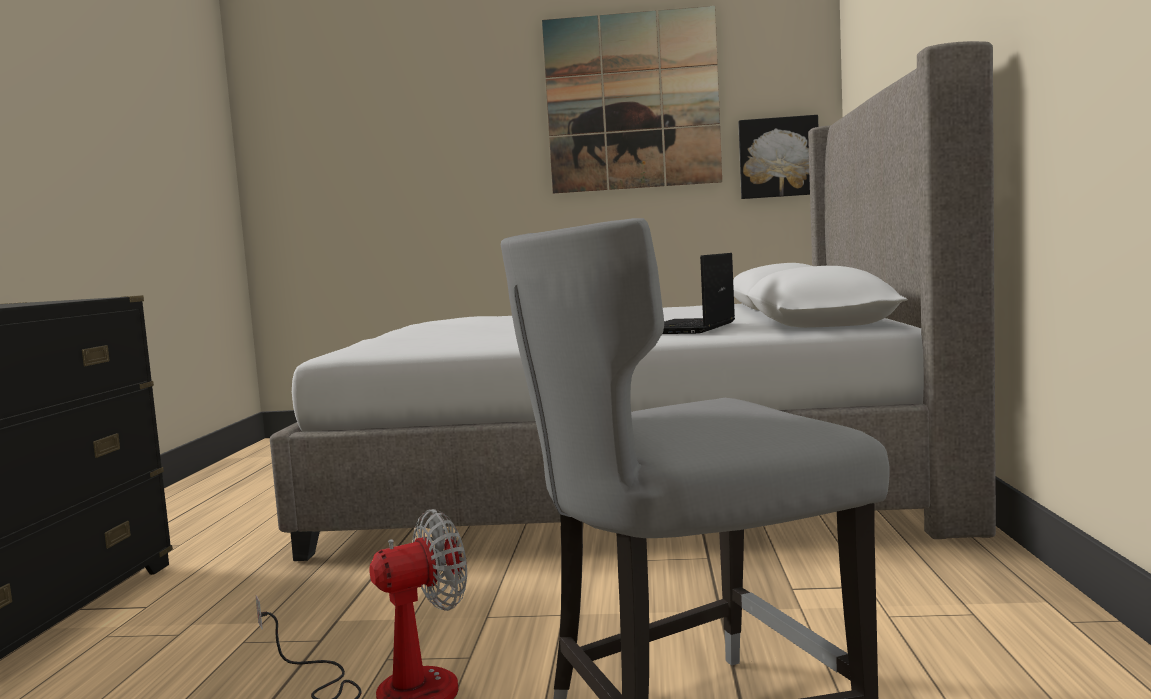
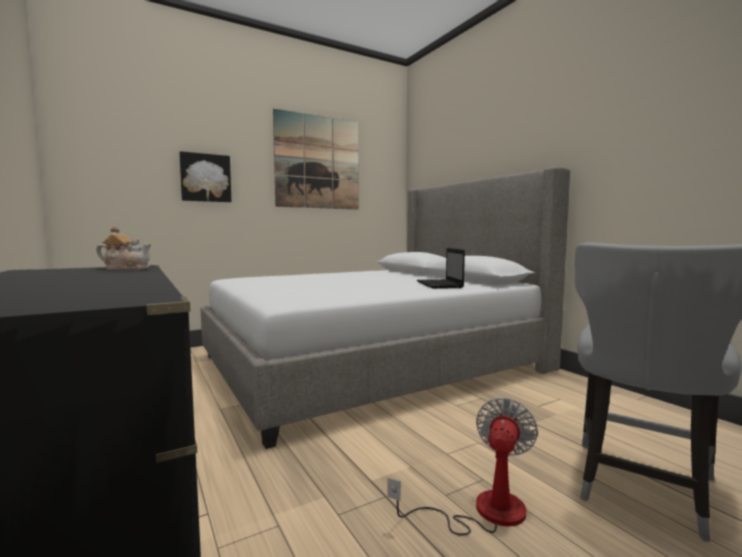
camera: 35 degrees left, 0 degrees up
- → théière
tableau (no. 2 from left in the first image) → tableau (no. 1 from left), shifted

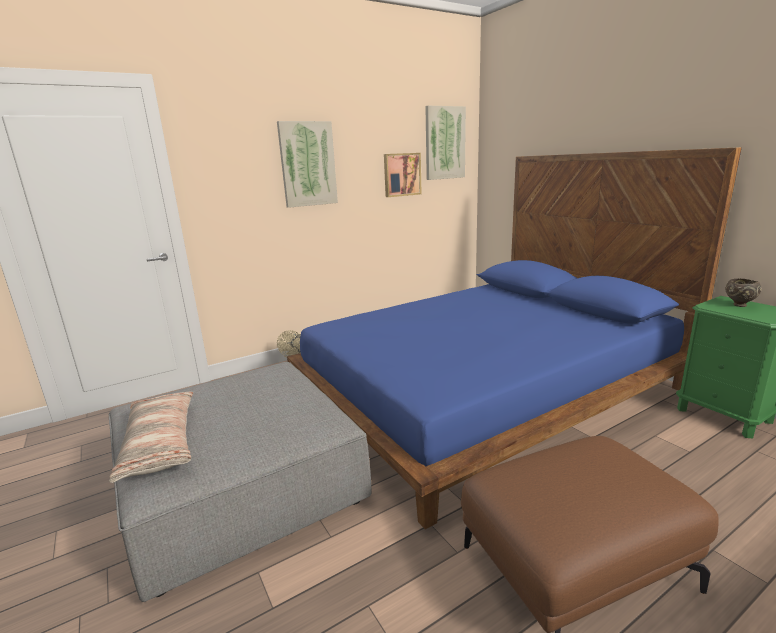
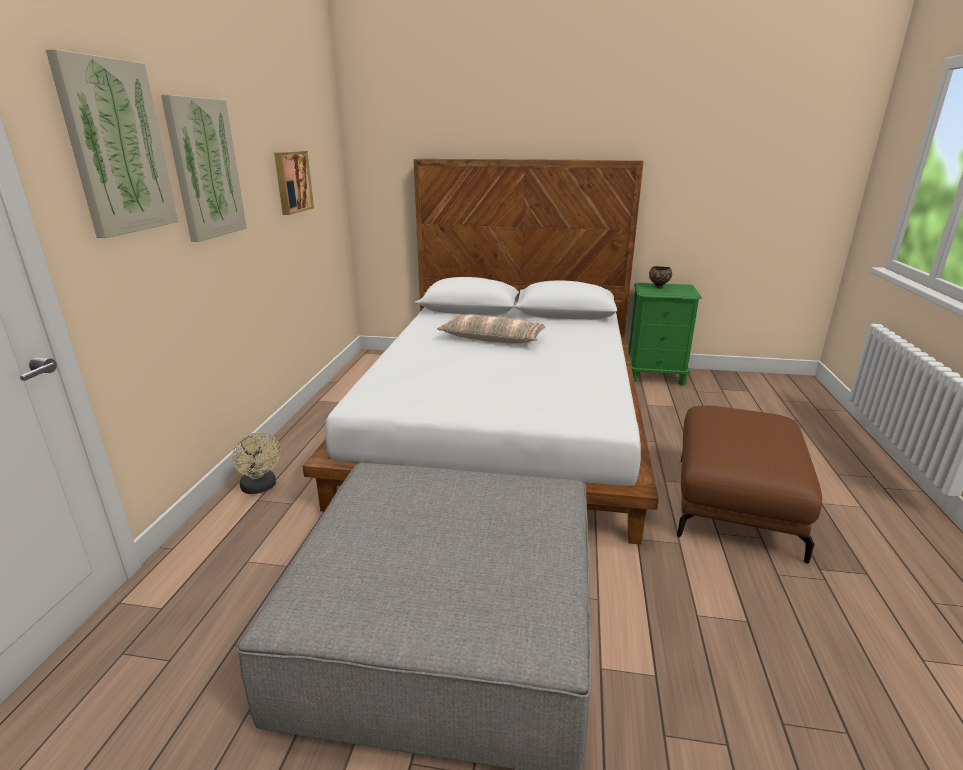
camera: 50 degrees left, 5 degrees up
coussin, shifted
tableau (no. 3 from left in the first image) → tableau (no. 1 from left), shifted
lit [bleu] → lit [blanc]

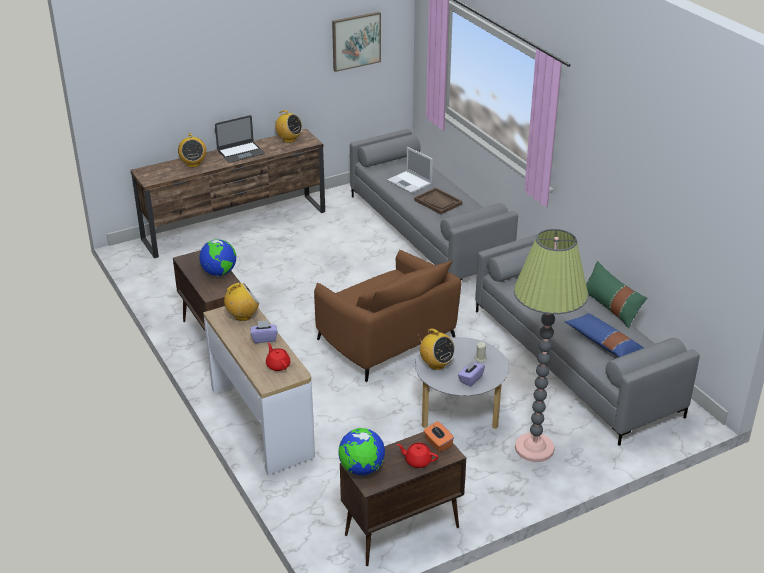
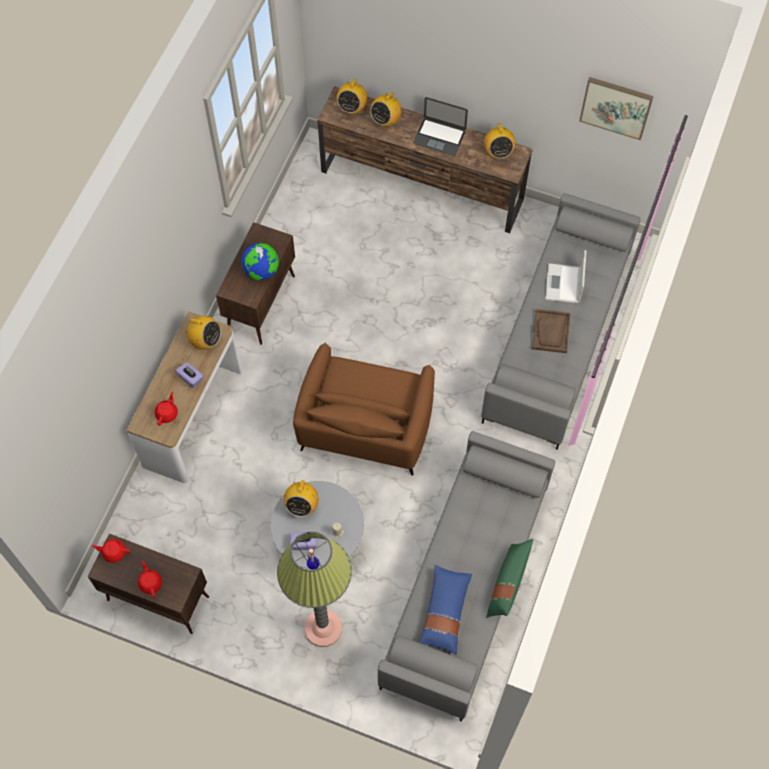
camera: 50 degrees right, 30 degrees up
boîte à mouchoirs [orange] → -
- → radio (no. 3 from left)
globe (no. 2 from left) → théière [rouge] (no. 1 from left)

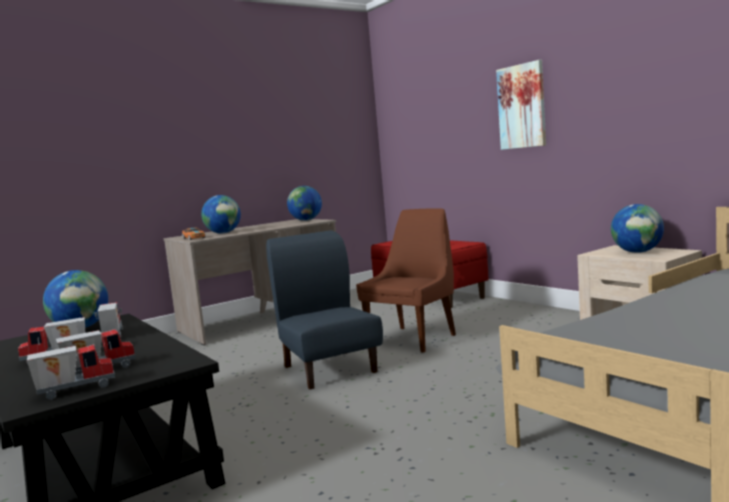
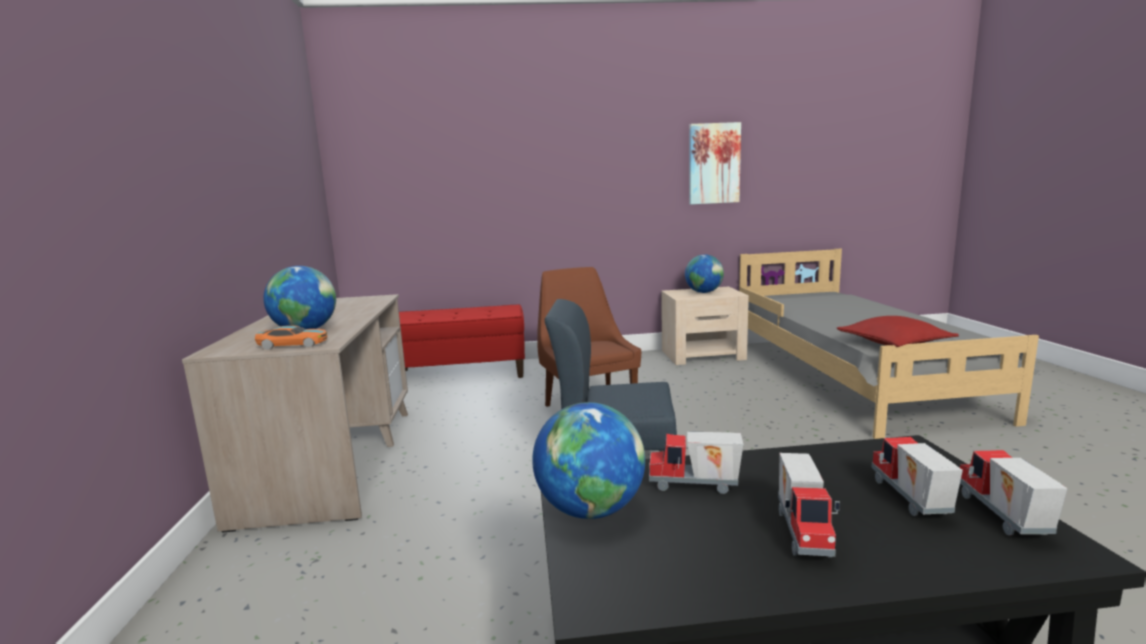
camera: 60 degrees left, 5 degrees up
globe (no. 3 from left) → -
- → coussin [rouge]
tableau, shifted

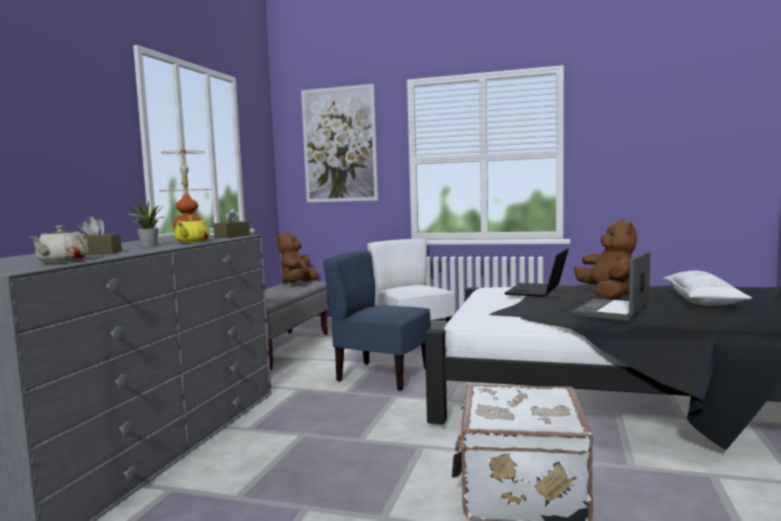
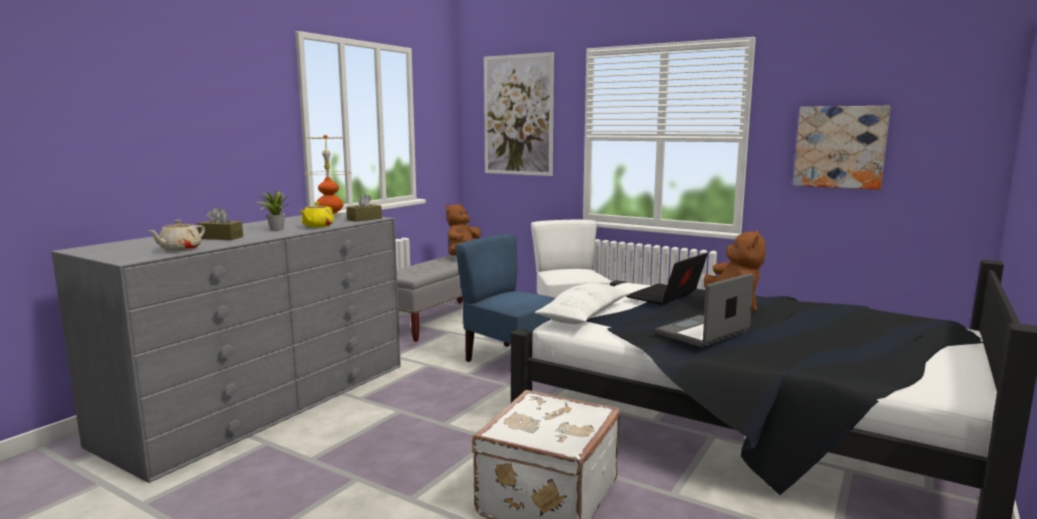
camera: 15 degrees right, 5 degrees up
- → tableau (no. 2 from left)
coussin [blanc], shifted

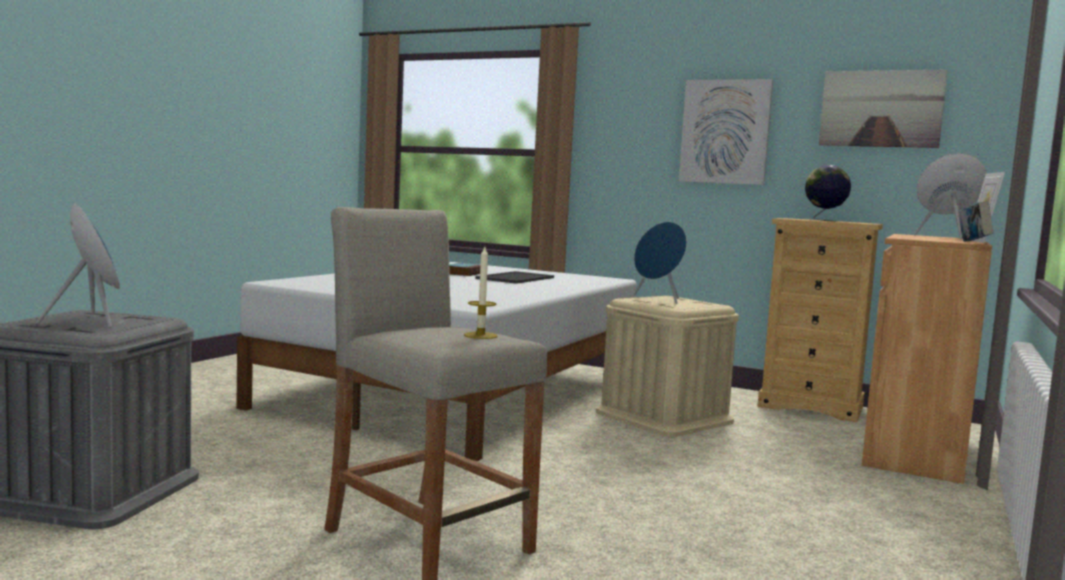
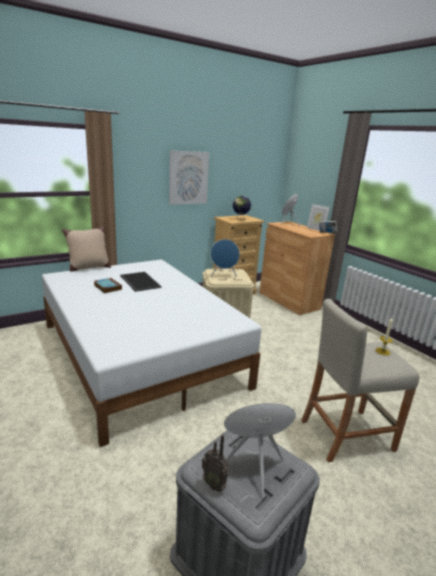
camera: 60 degrees left, 15 degrees up
tableau (no. 2 from left) → -
- → coussin [beige]
- → radio

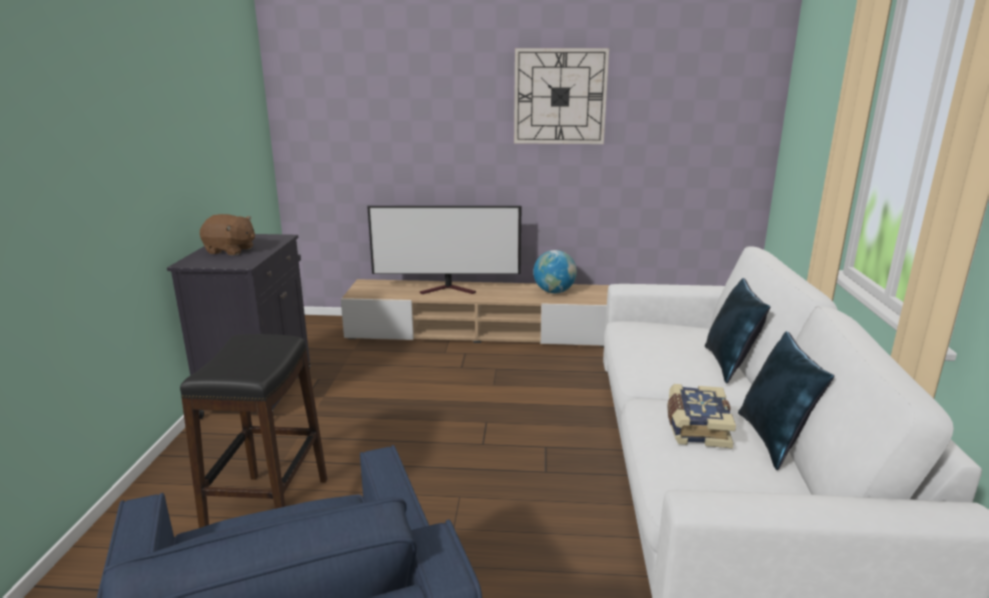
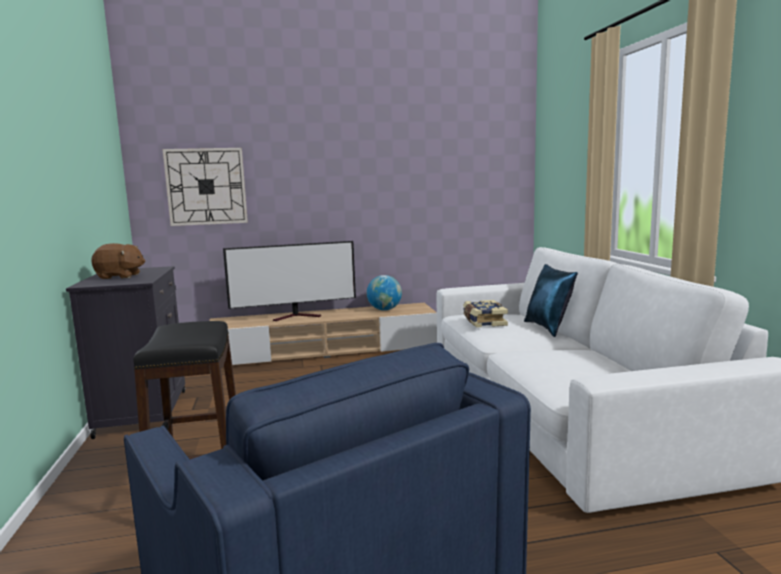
camera: 15 degrees left, 10 degrees down
coussin [bleu] (no. 2 from left) → -
horloge murale, shifted
livre, shifted

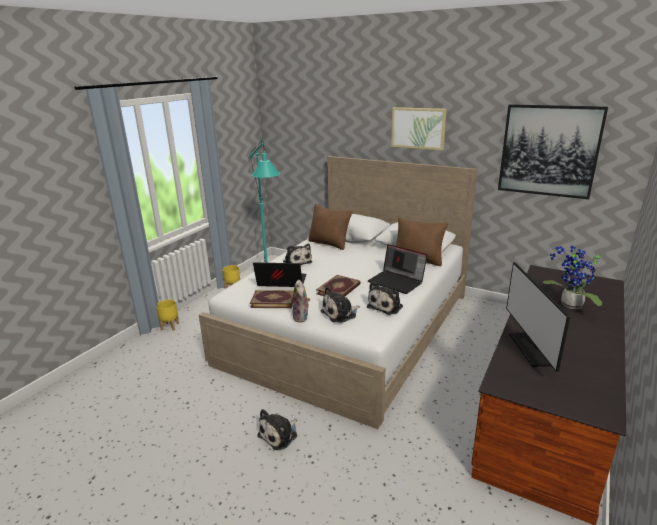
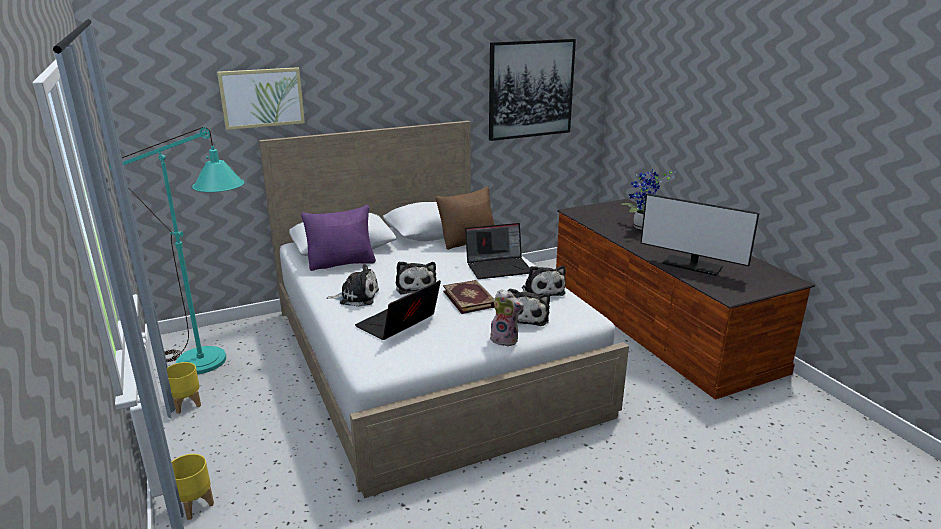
camera: 55 degrees left, 0 degrees up
livre (no. 1 from left) → -
peluche (no. 1 from left in the first image) → peluche (no. 2 from left), shifted
tableau (no. 1 from left), shifted
coussin [marron] (no. 1 from left) → coussin [violet]

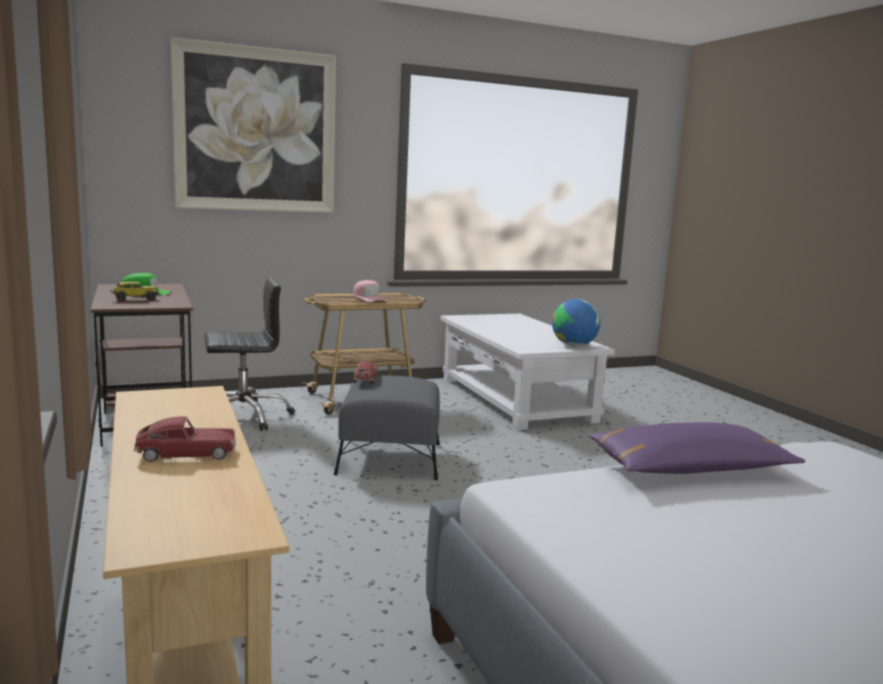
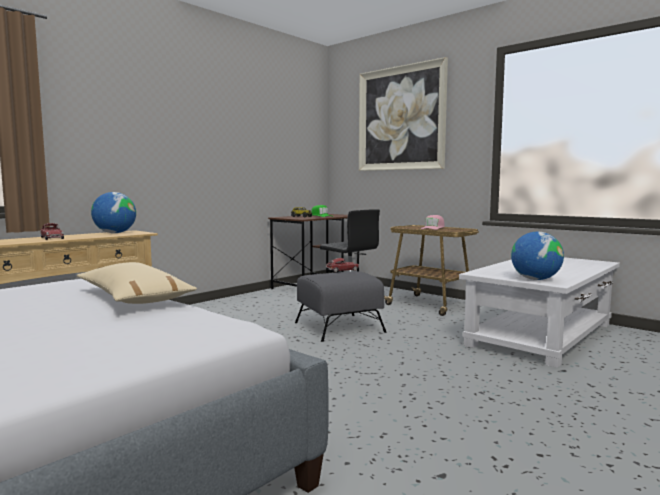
camera: 65 degrees right, 5 degrees down
- → globe (no. 1 from left)
coussin [violet] → coussin [beige]

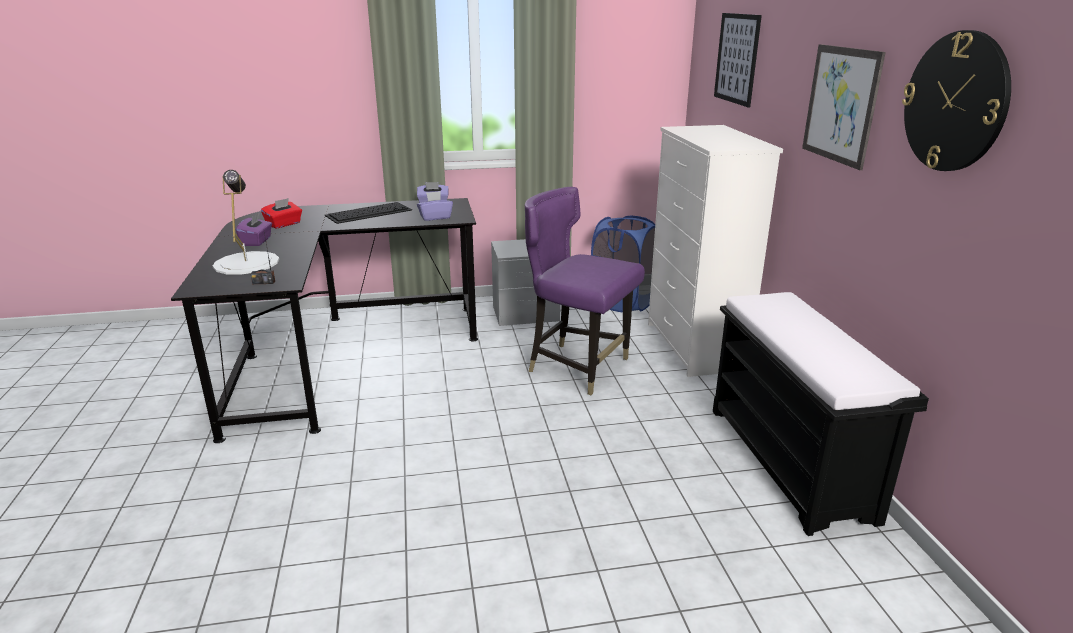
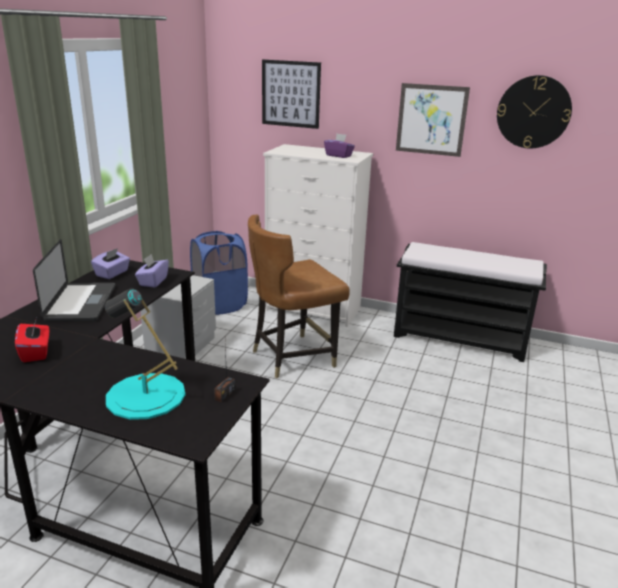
camera: 60 degrees left, 0 degrees up
boîte à mouchoirs [violet] (no. 1 from left in the first image) → boîte à mouchoirs [violet] (no. 3 from left), shifted
clavier → ordinateur portable
lampe de table [blanc] → lampe de table [turquoise]
chaise [violet] → chaise [marron]

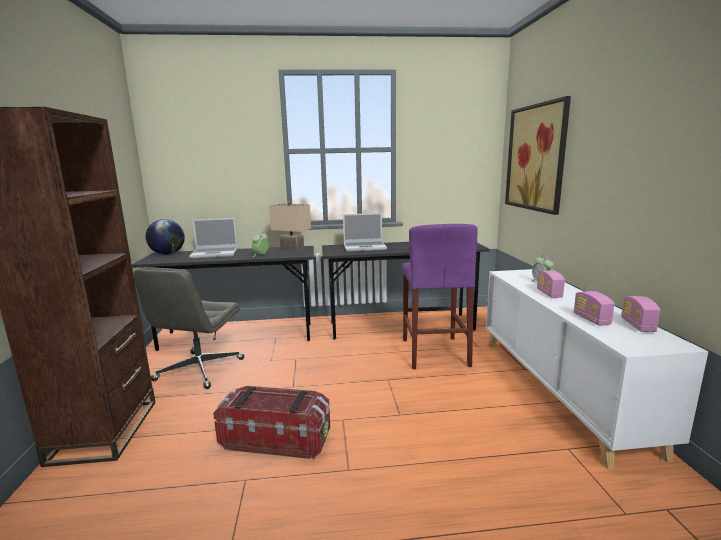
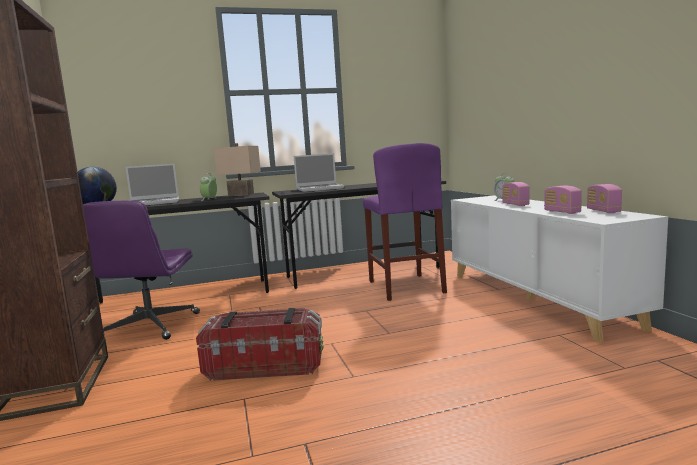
camera: 10 degrees left, 5 degrees down
tableau → -
chaise de bureau [gris] → chaise de bureau [violet]

